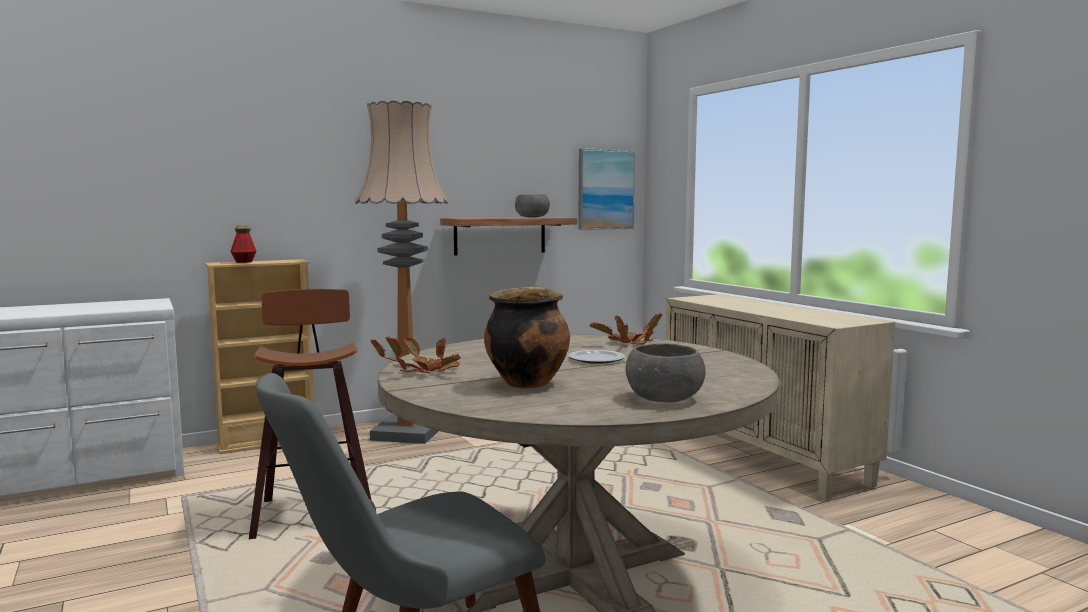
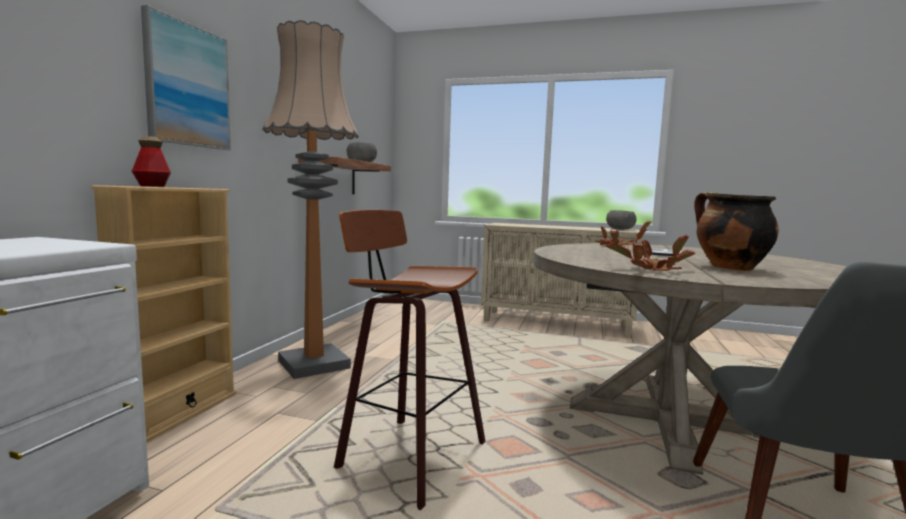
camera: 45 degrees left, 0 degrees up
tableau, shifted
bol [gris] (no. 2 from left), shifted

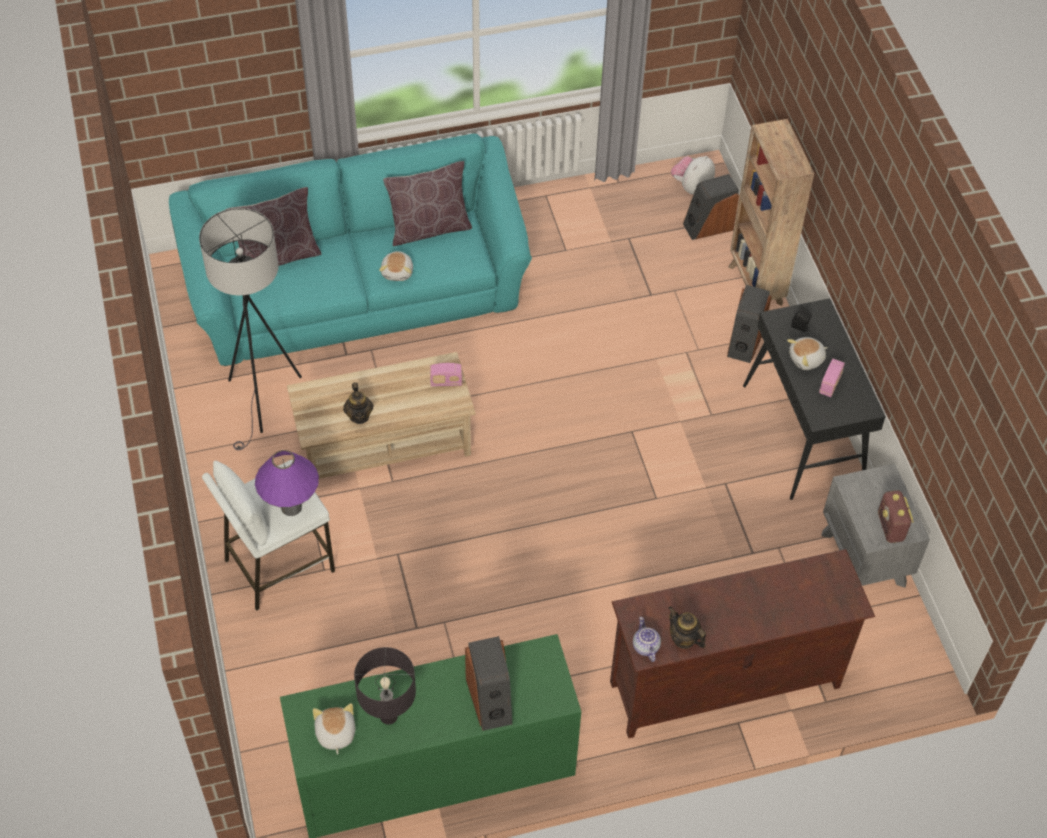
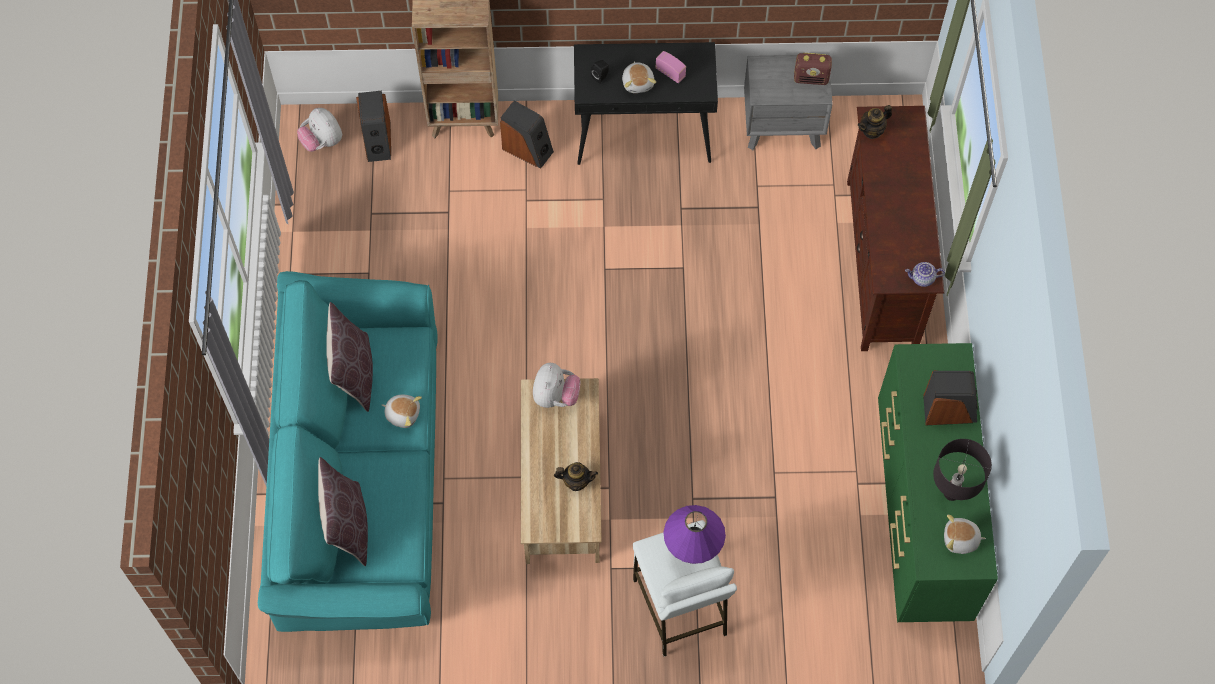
camera: 75 degrees left, 10 degrees up
lampadaire [gris] → -
théière (no. 3 from left in the first image) → théière (no. 2 from left), shifted
radio (no. 1 from left) → peluche (no. 3 from left)

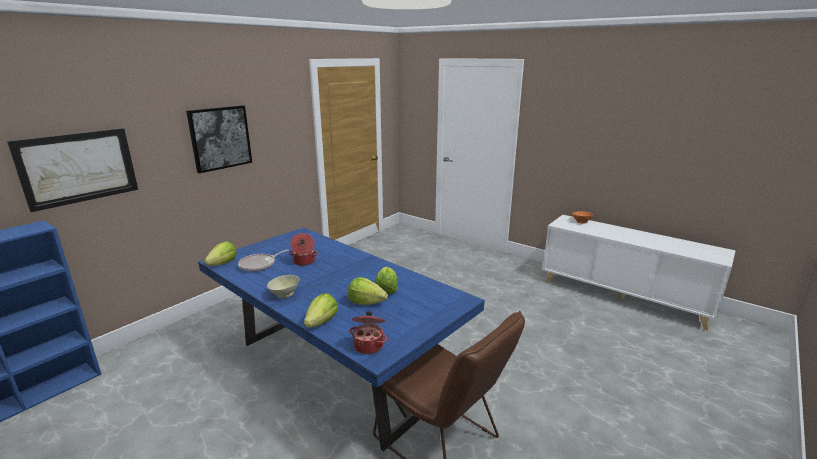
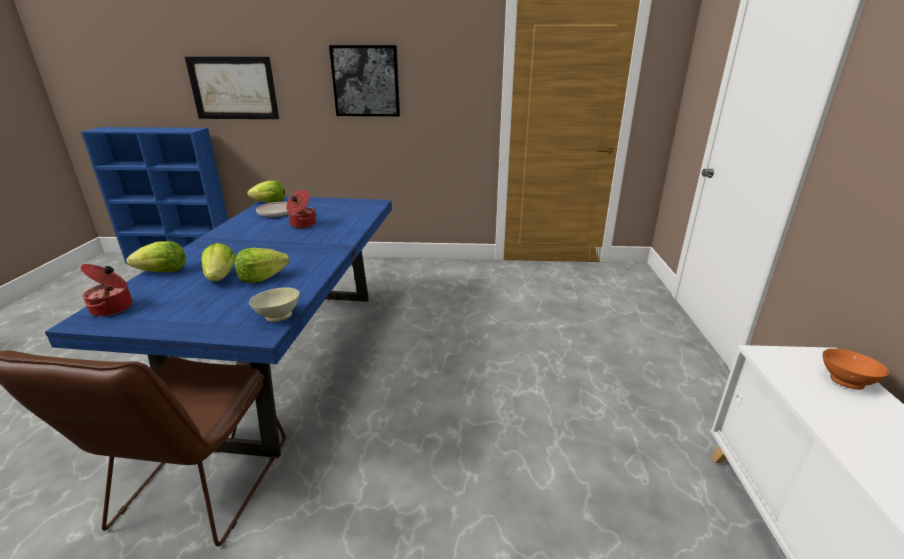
camera: 55 degrees right, 5 degrees up
bol [beige], shifted

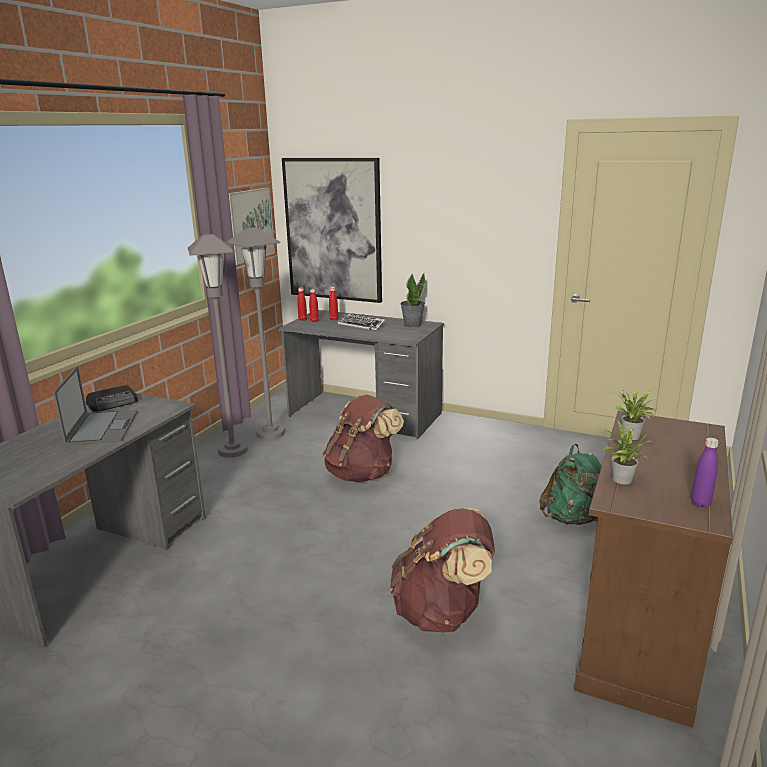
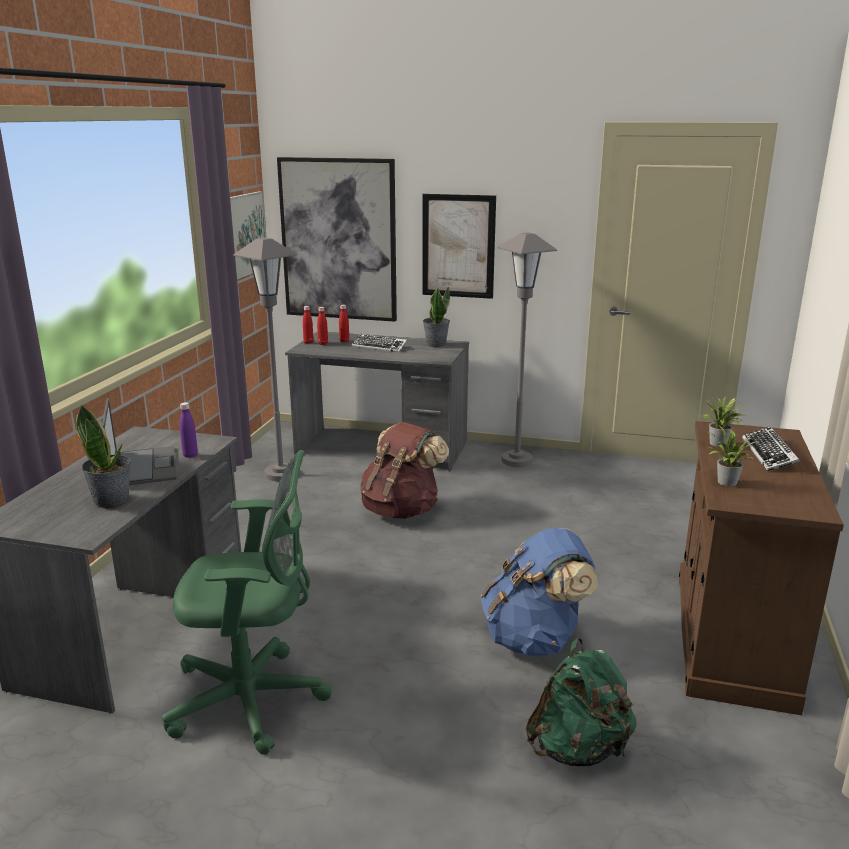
camera: 10 degrees left, 0 degrees up
radio → -
- → plante en pot (no. 1 from left)
- → chaise de bureau [vert]
- → tableau (no. 3 from left)
- → clavier (no. 2 from left)
lampadaire [gris] (no. 1 from left in the first image) → lampadaire [gris] (no. 2 from left), shifted
sac à dos [vert], shifted
bouteille [violet], shifted
sac à dos [marron] (no. 2 from left) → sac à dos [bleu]

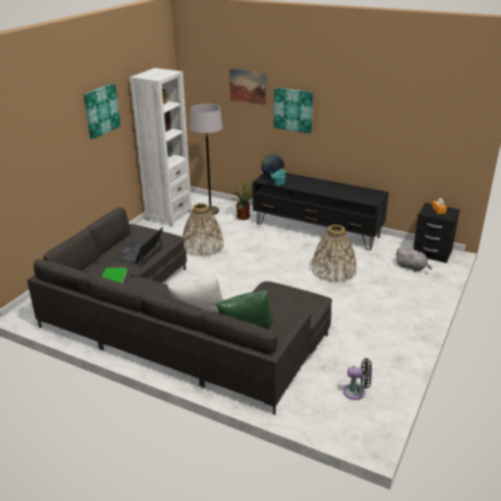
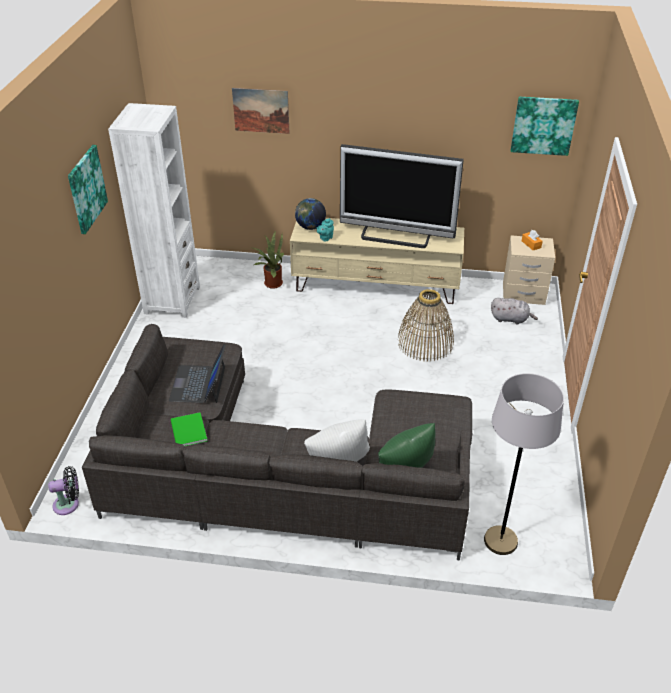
camera: 20 degrees left, 10 degrees up
panier (no. 1 from left) → -
- → téléviseur
lampadaire [gris], shifted
tableau (no. 3 from left), shifted
ventilateur [noir], shifted
meuble télé [noir] → meuble télé [beige]
table de chevet [noir] → table de chevet [beige]

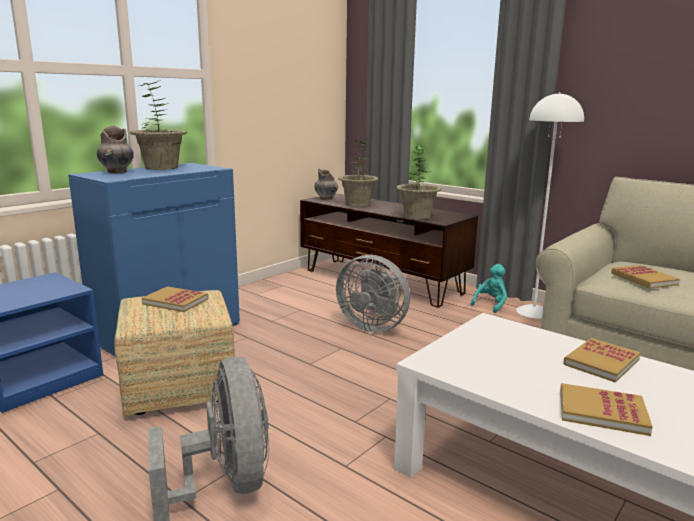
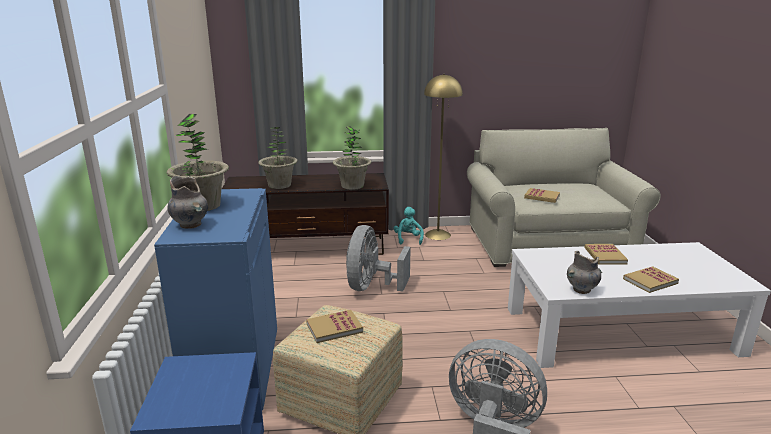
camera: 45 degrees left, 5 degrees up
vase [gris] (no. 2 from left), shifted
lampadaire [blanc] → lampadaire [jaune]
ventilateur [gris] (no. 2 from left in the first image) → ventilateur [gris] (no. 1 from left), 120 degrees clockwise

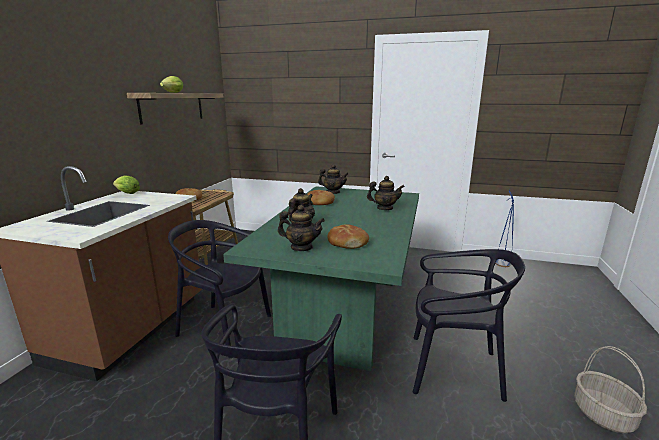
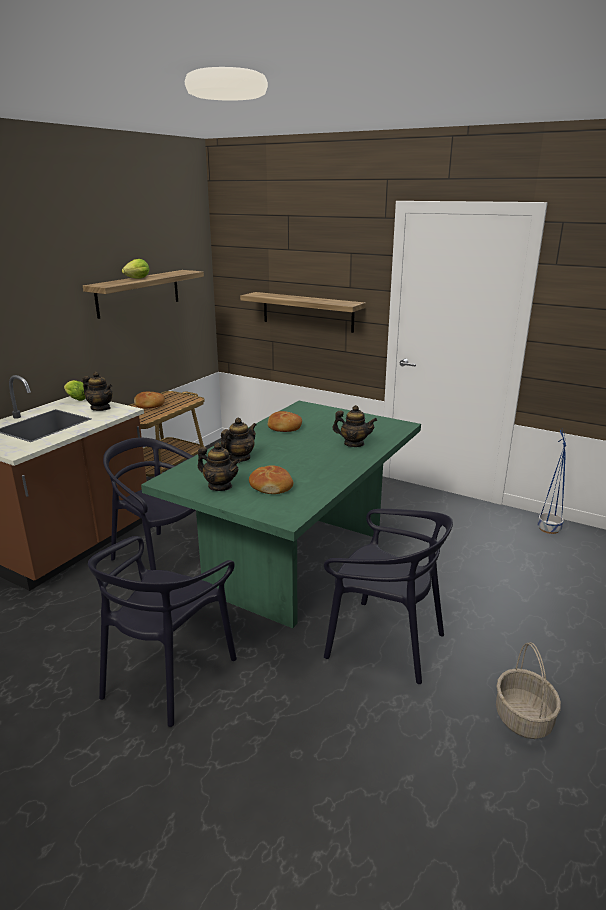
camera: 15 degrees right, 5 degrees up
- → étagère (no. 2 from left)
théière (no. 3 from left in the first image) → théière (no. 1 from left), shifted

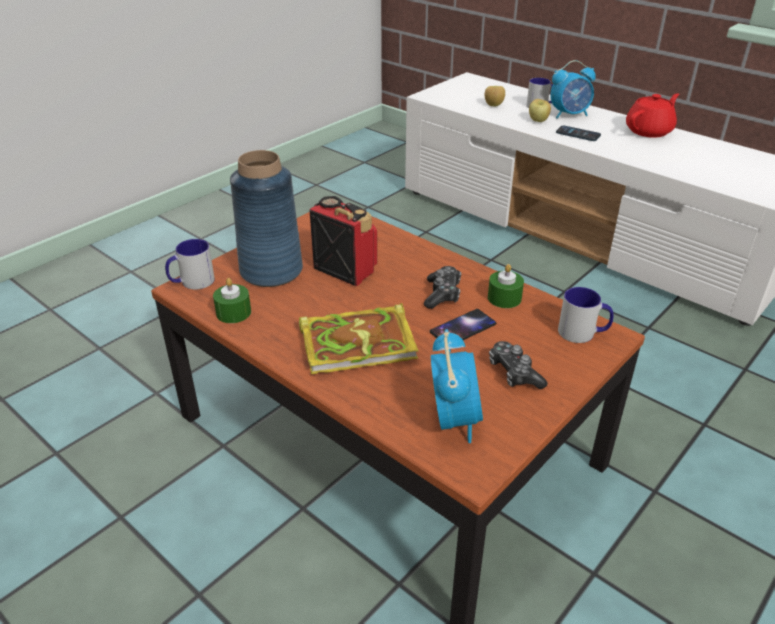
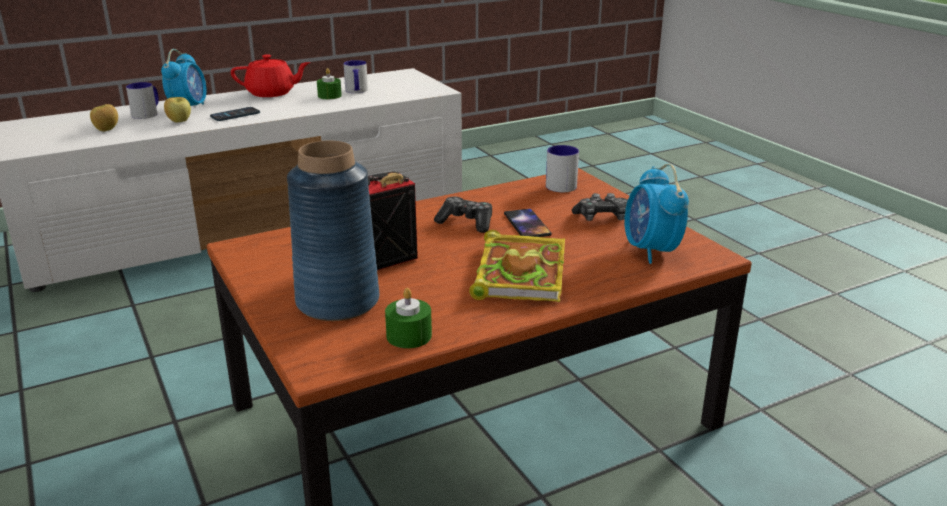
camera: 70 degrees left, 10 degrees down
mug (no. 1 from left in the first image) → mug (no. 2 from left), shifted
bougie [vert] (no. 2 from left in the first image) → bougie [vert] (no. 1 from left), shifted
réveil (no. 1 from left in the first image) → réveil (no. 2 from left), 120 degrees counterclockwise
théière [rouge], 105 degrees clockwise

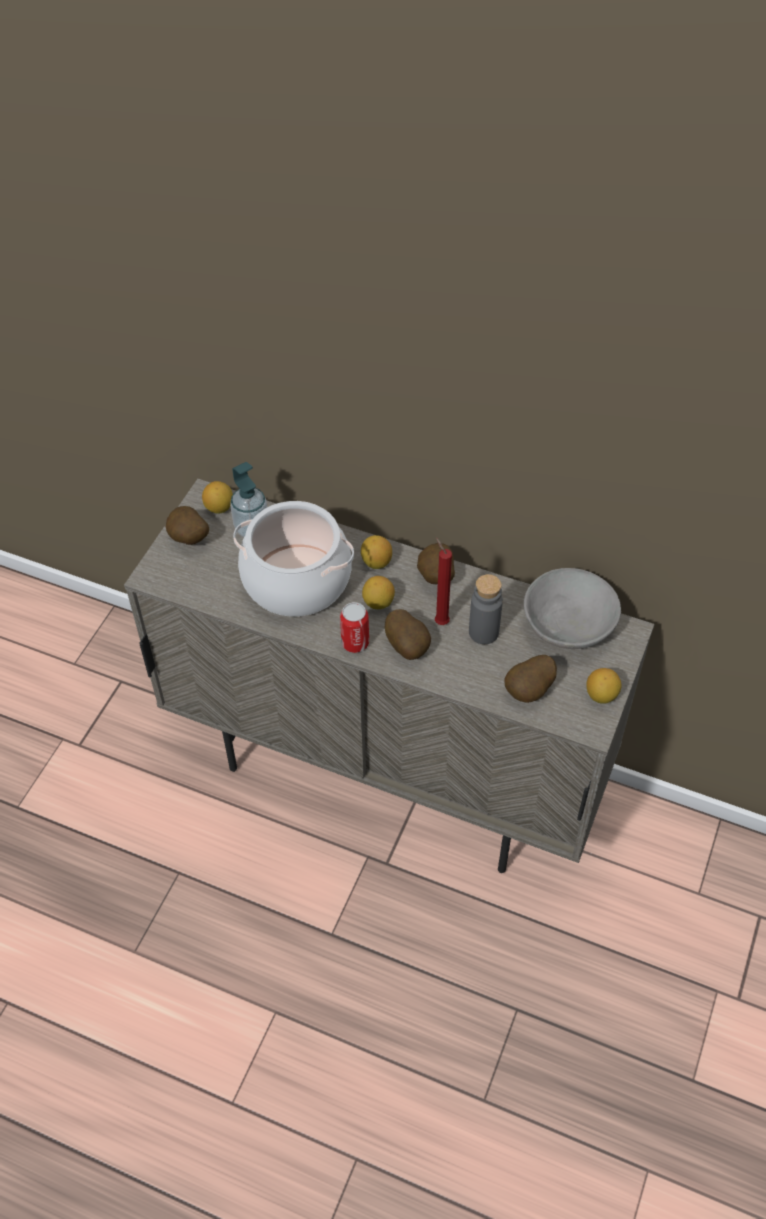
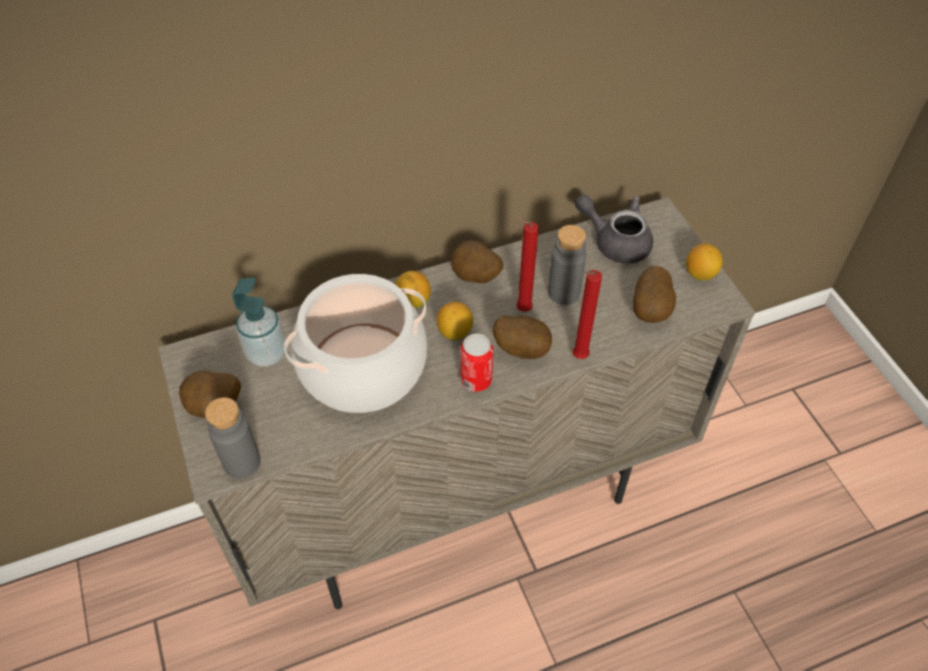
camera: 45 degrees left, 0 degrees up
citron (no. 1 from left) → -
- → bouteille [gris] (no. 1 from left)
- → bougie [rouge] (no. 2 from left)
bol [gris] → théière [gris]

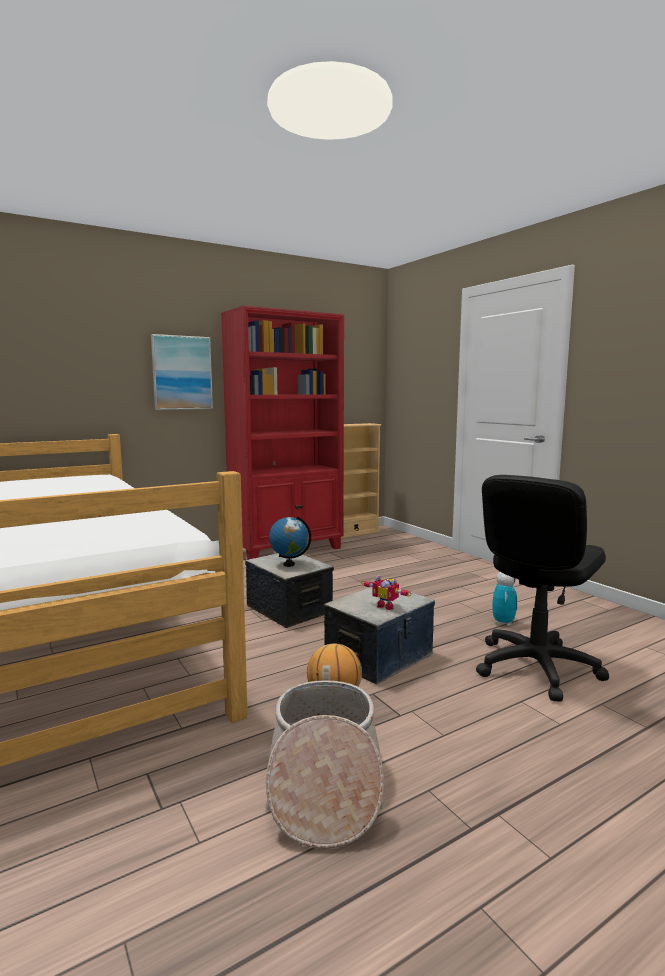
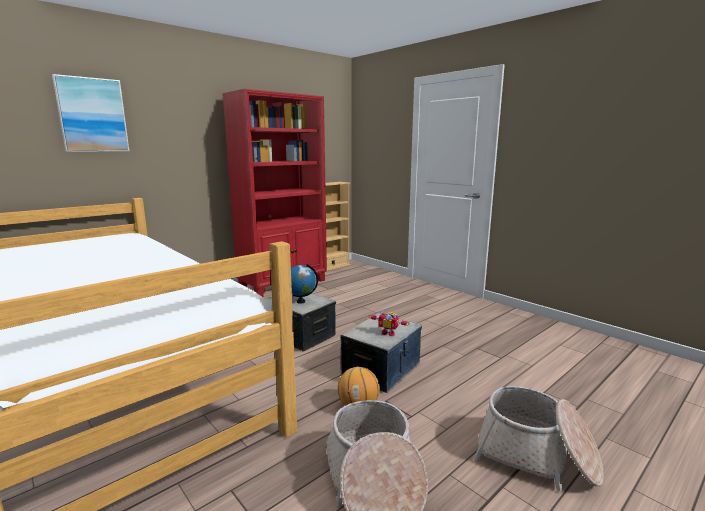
camera: 10 degrees left, 5 degrees up
chaise de bureau [noir] → -
robot jouet (no. 2 from left) → -
- → panier (no. 2 from left)
tableau, shifted

